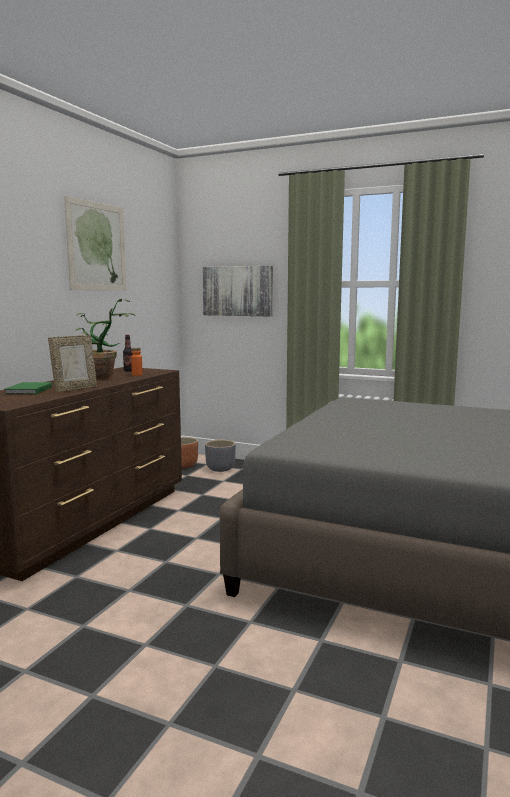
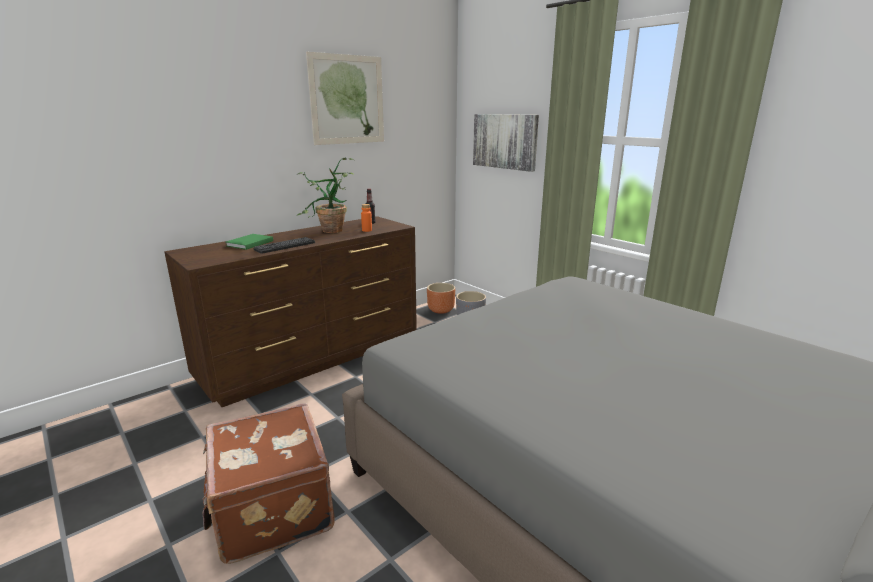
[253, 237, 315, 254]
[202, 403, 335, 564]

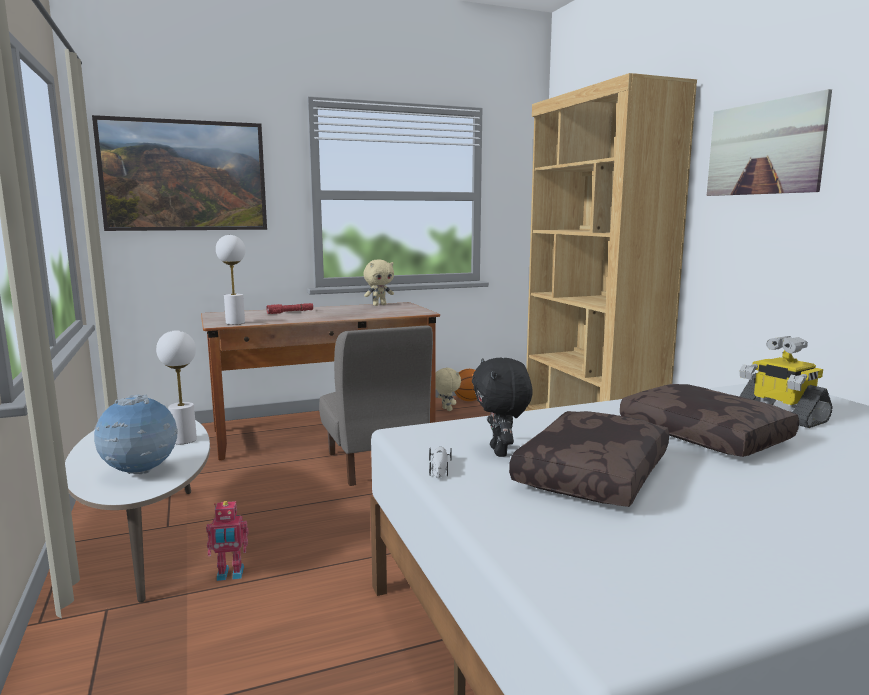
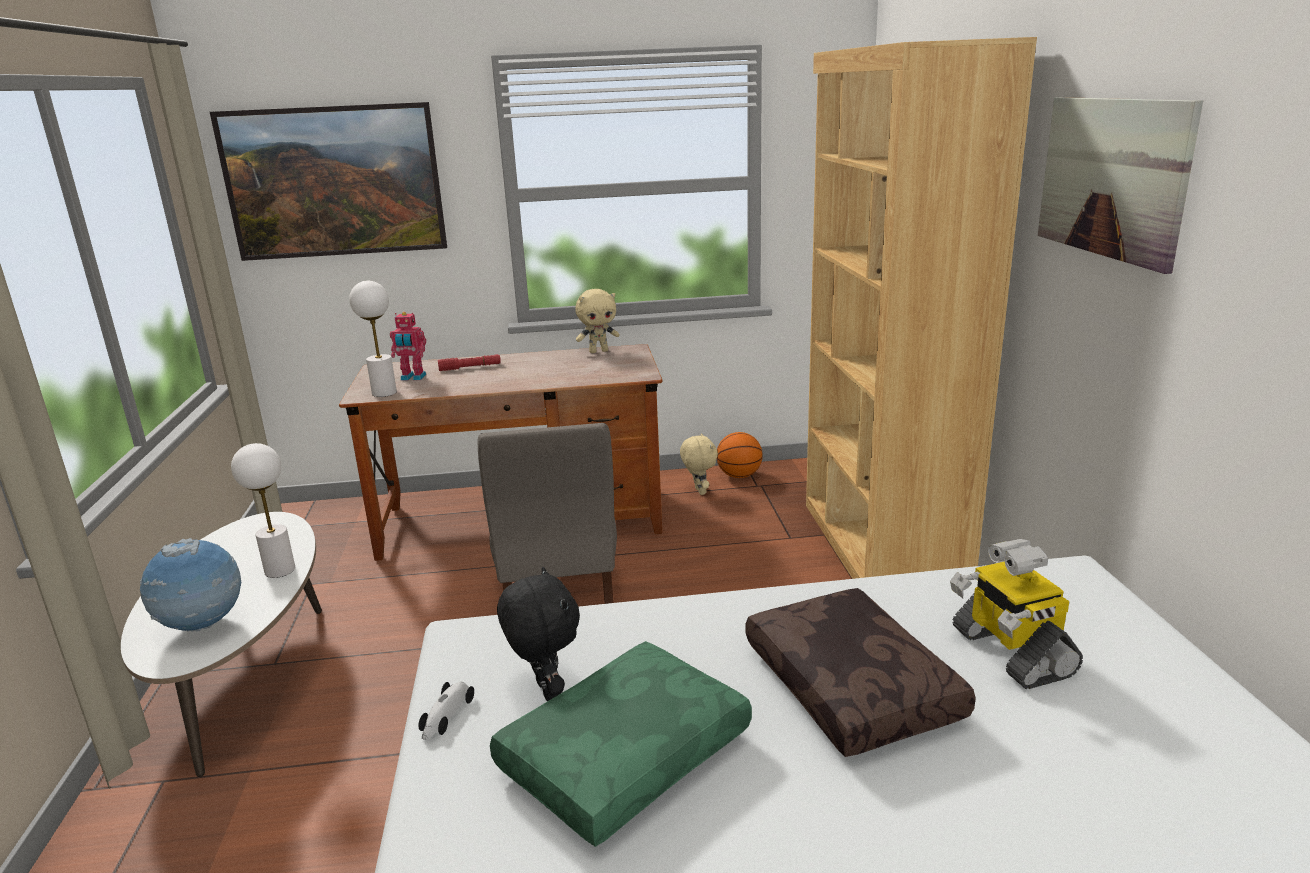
[390, 312, 426, 381]
[497, 567, 580, 701]
[490, 641, 752, 847]

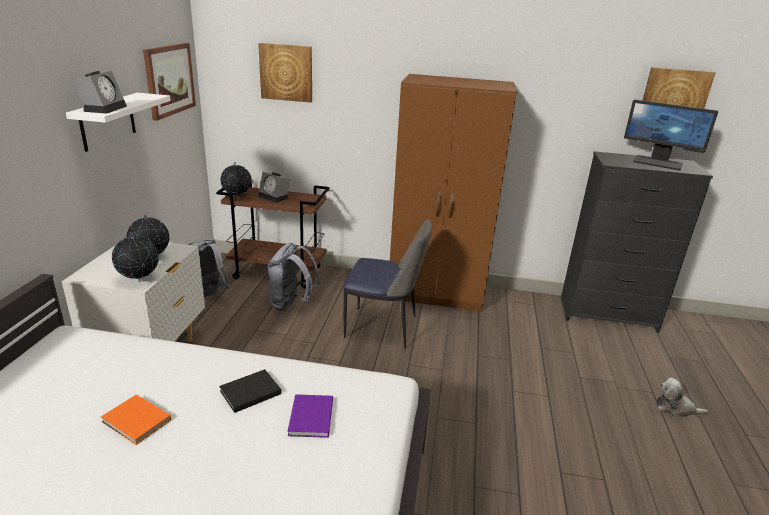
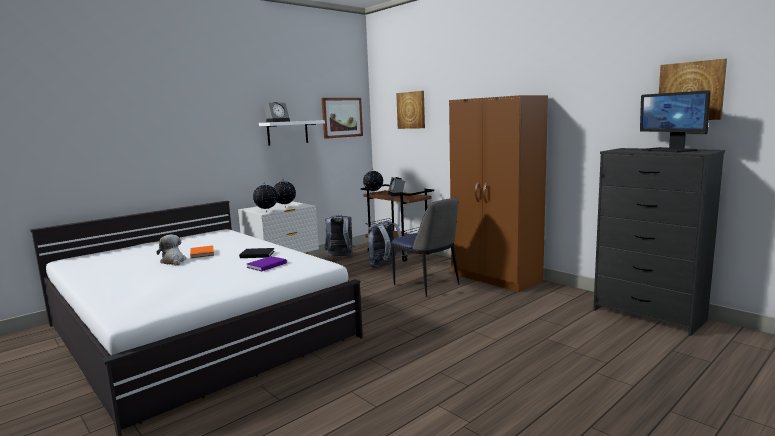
[157, 234, 187, 266]

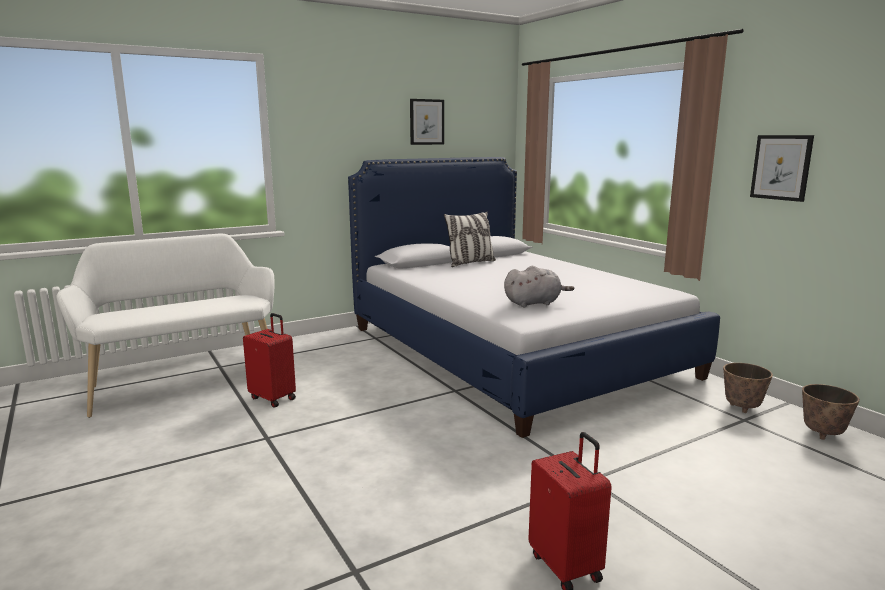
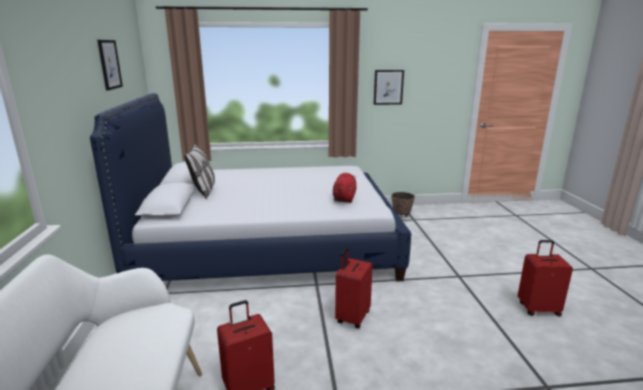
[333, 173, 356, 203]
[802, 384, 860, 440] (first image)
[335, 247, 373, 328]

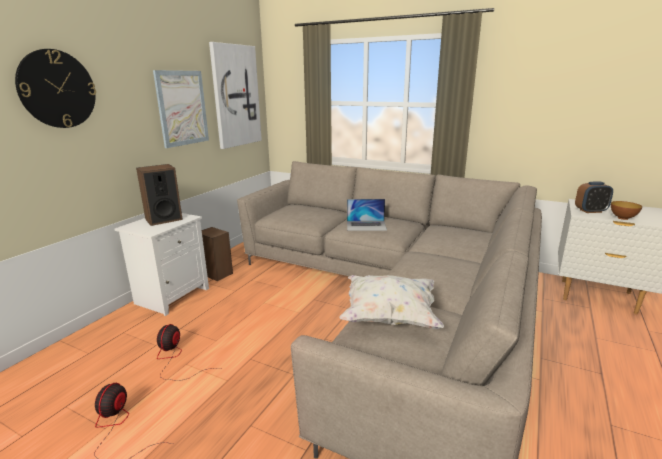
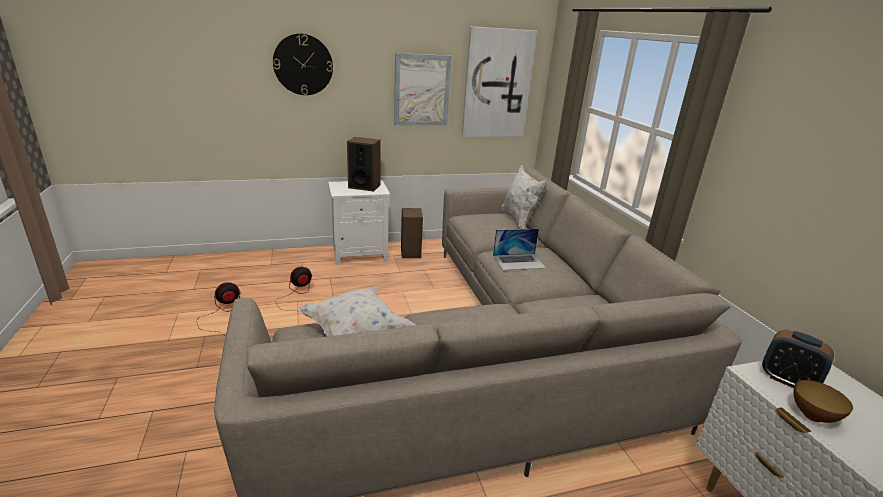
[493, 229, 546, 270]
[500, 165, 548, 229]

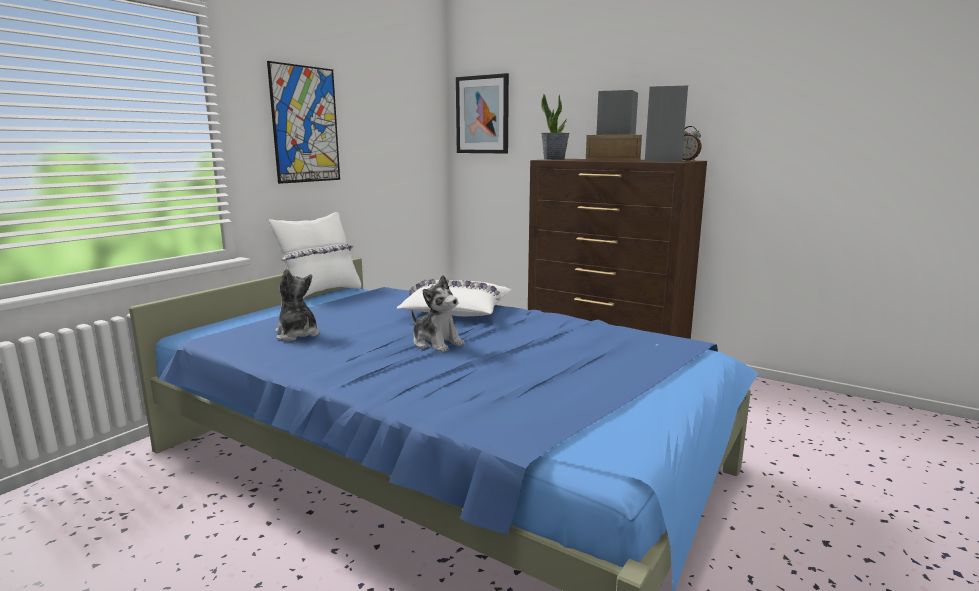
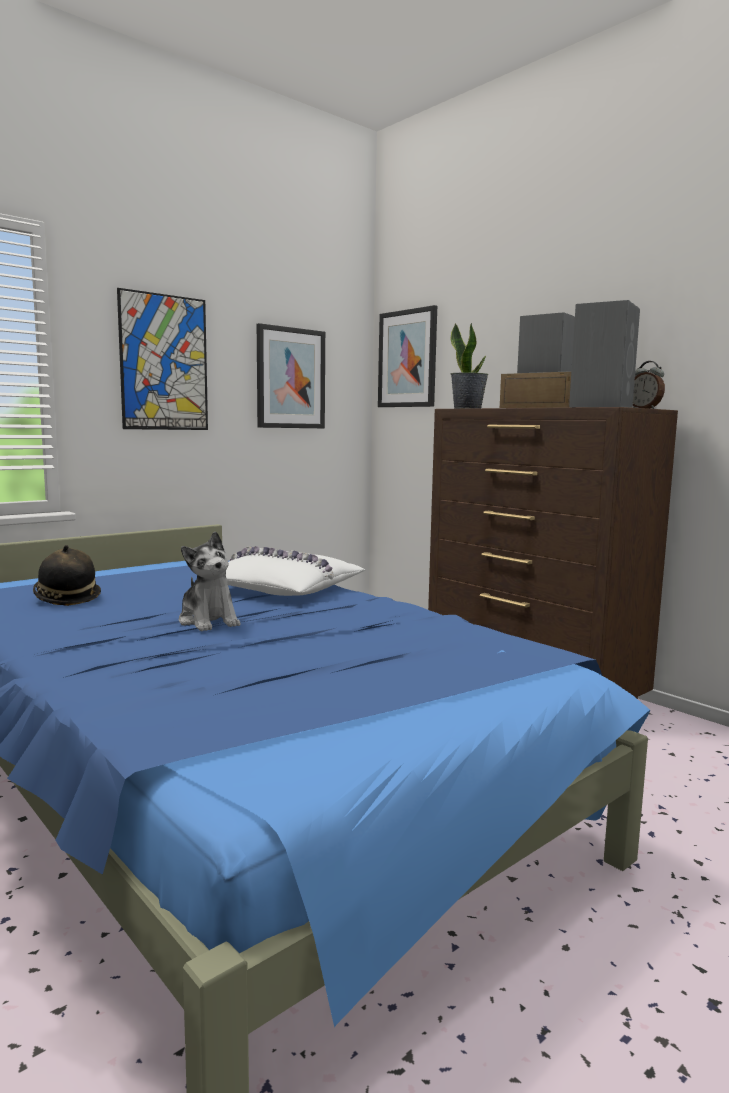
[269, 212, 361, 298] (first image)
[33, 545, 101, 606]
[257, 323, 325, 428]

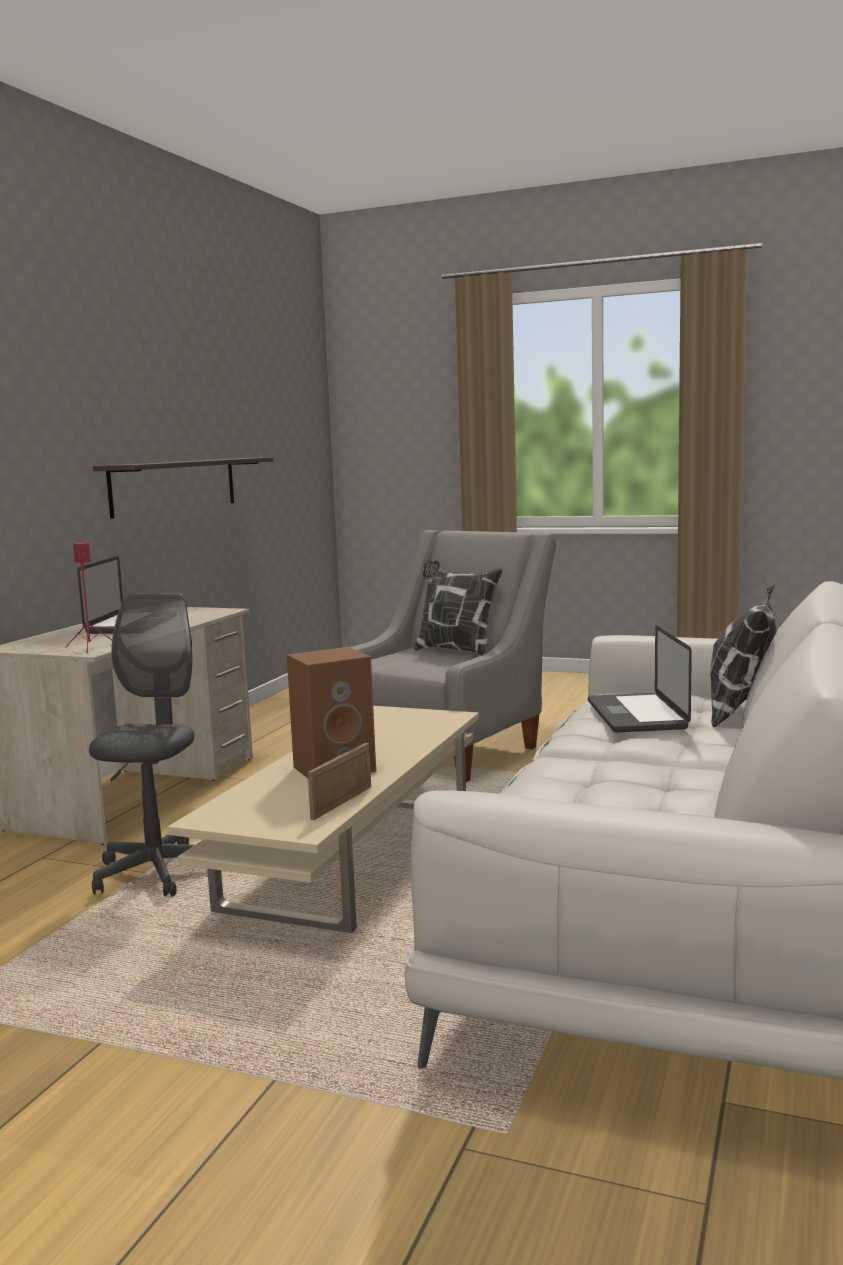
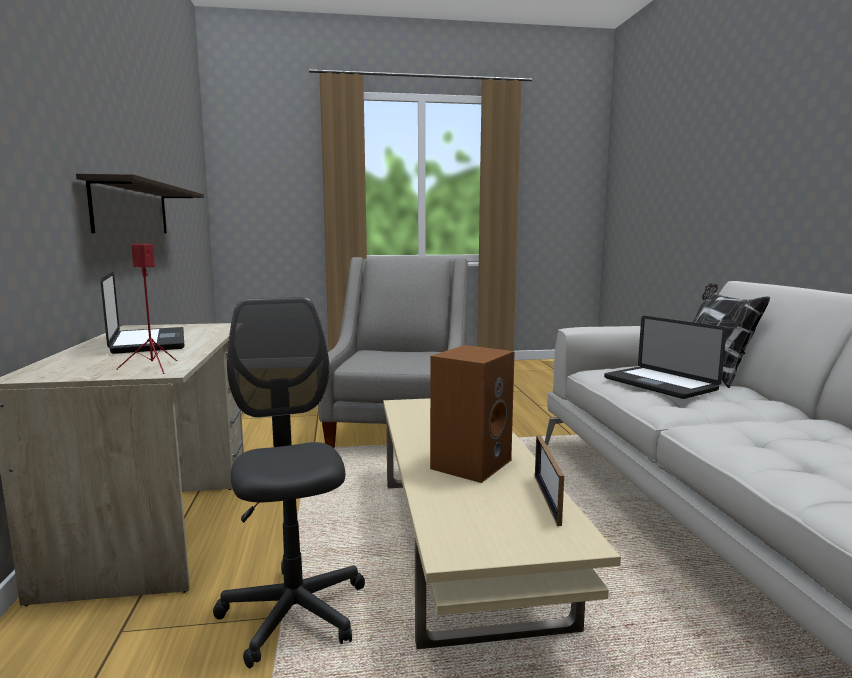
[414, 560, 503, 656] (first image)

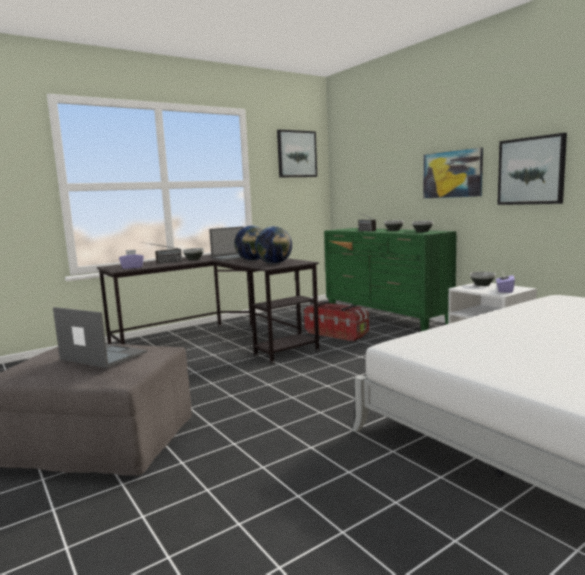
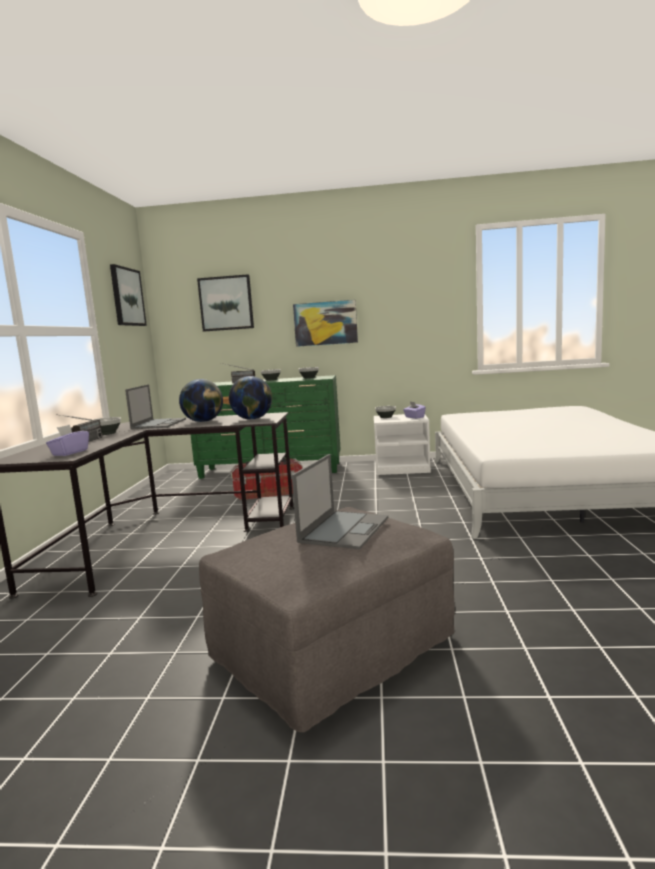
[292, 454, 388, 550]
[197, 274, 254, 332]

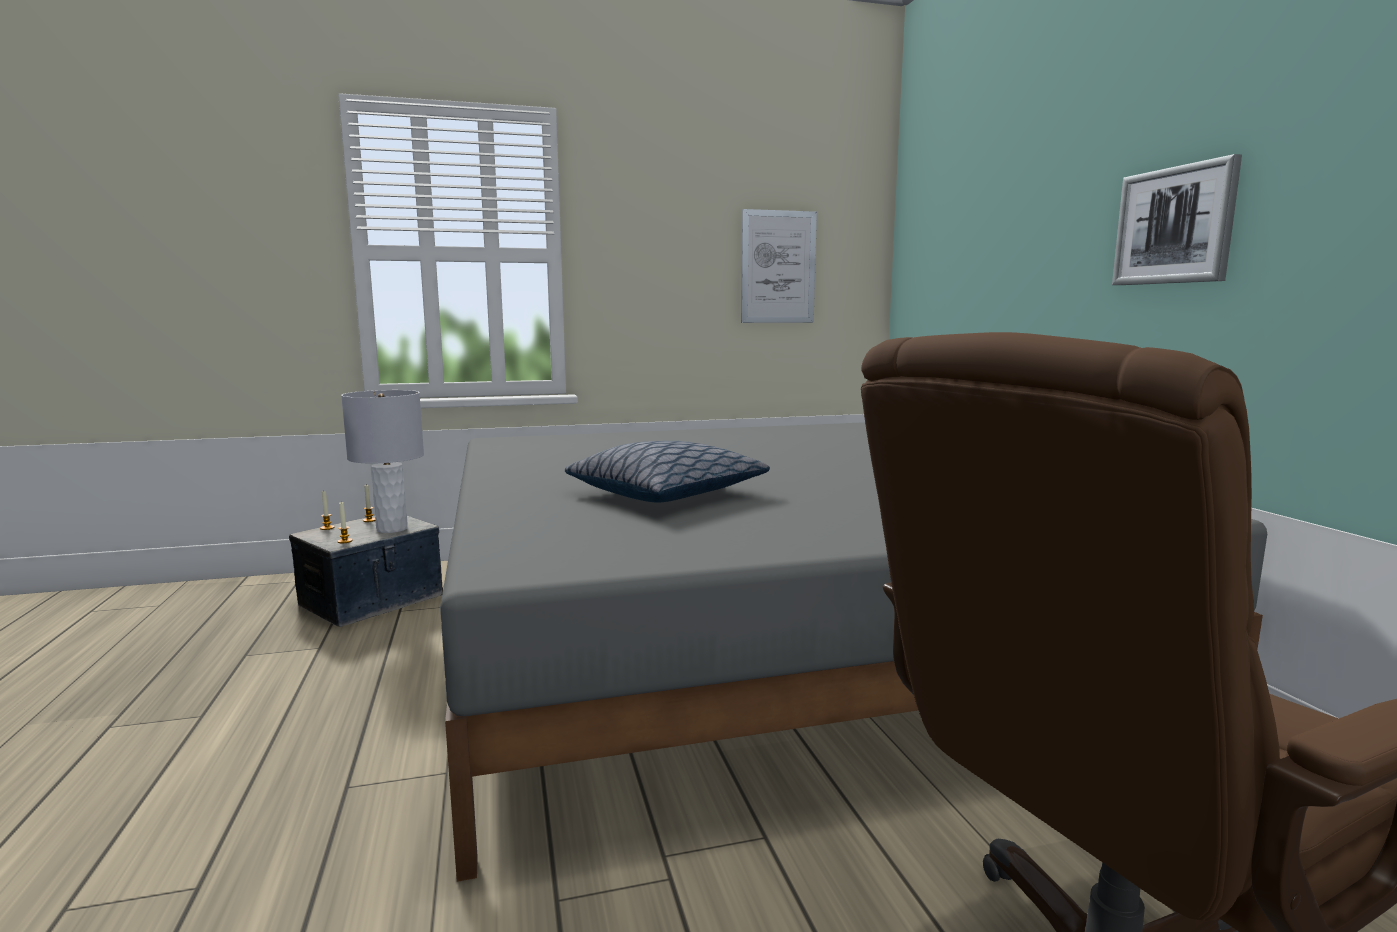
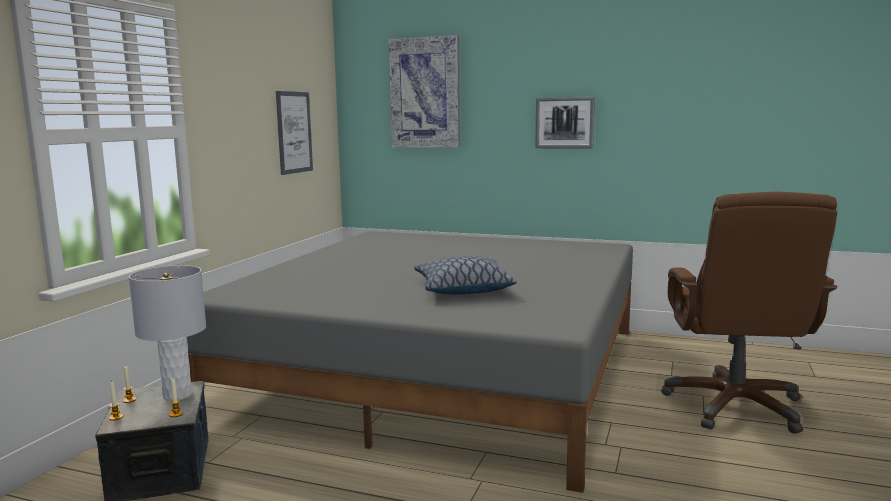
[388, 35, 460, 148]

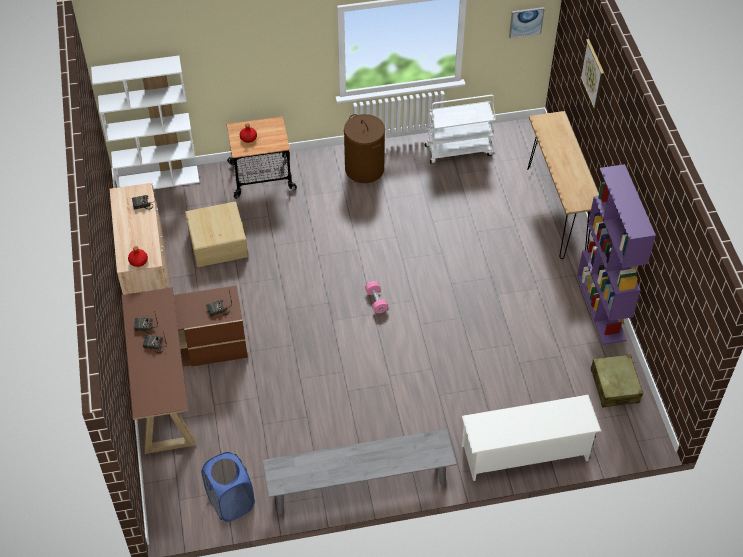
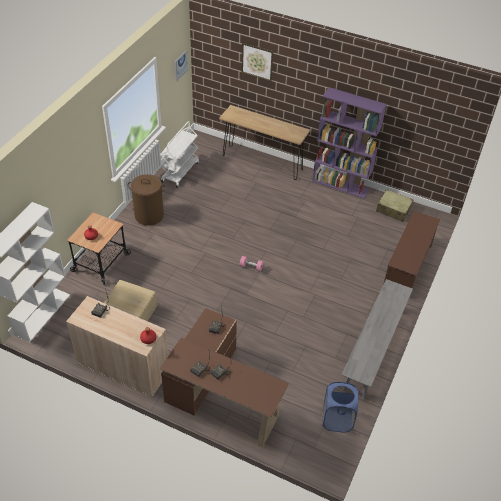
[383, 211, 440, 288]

